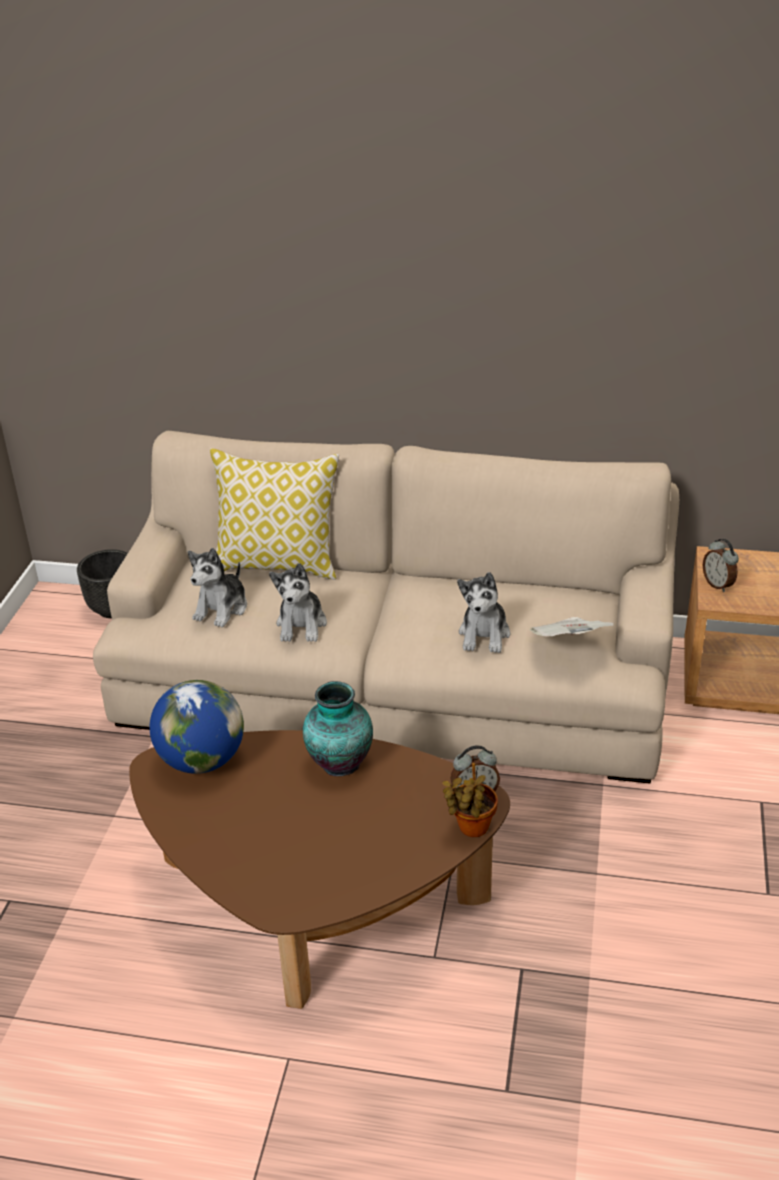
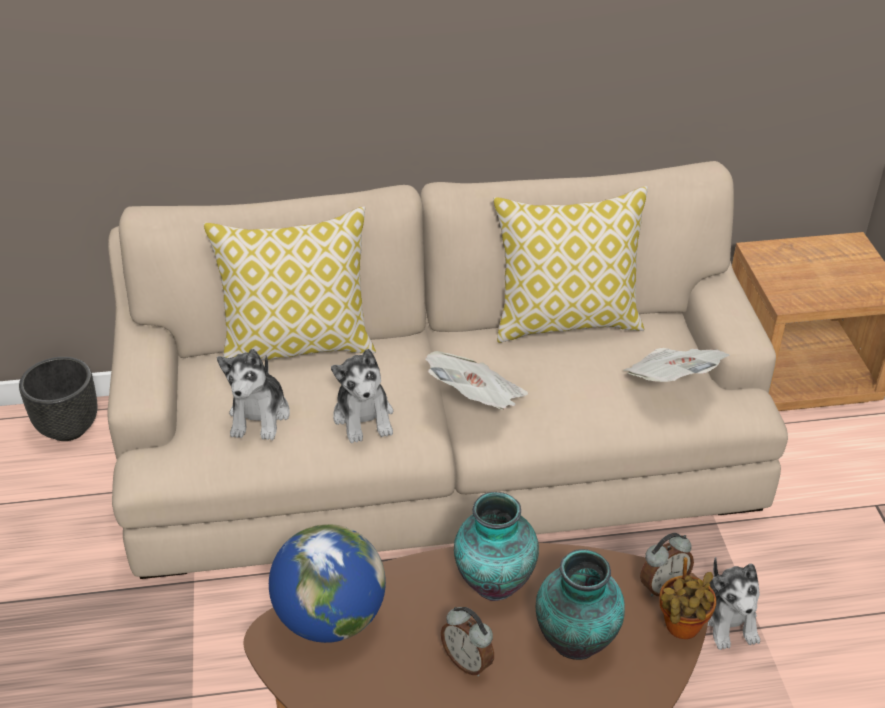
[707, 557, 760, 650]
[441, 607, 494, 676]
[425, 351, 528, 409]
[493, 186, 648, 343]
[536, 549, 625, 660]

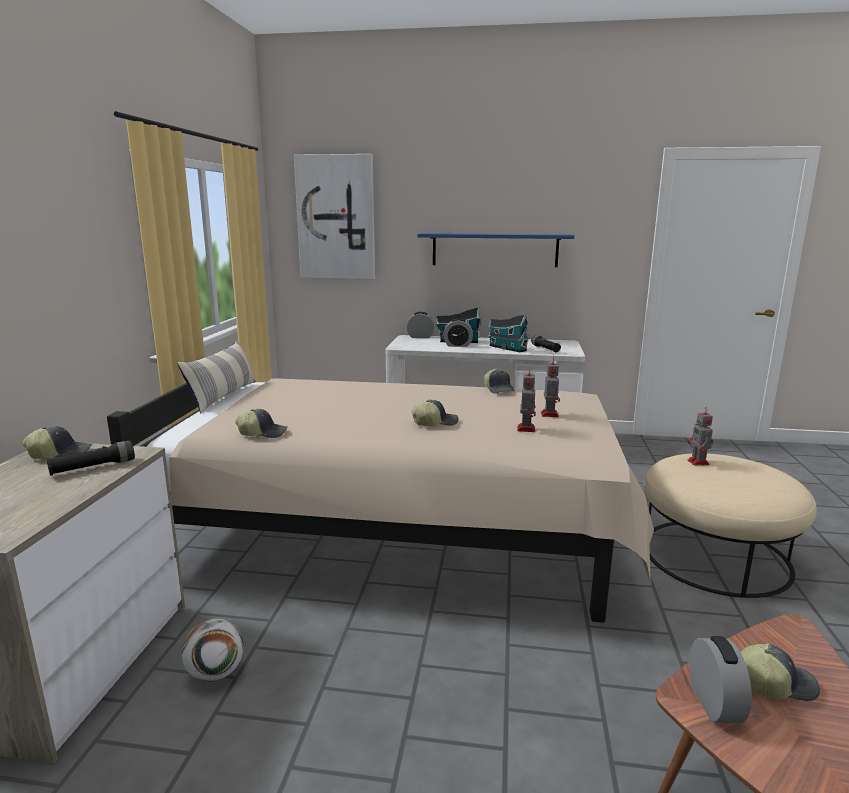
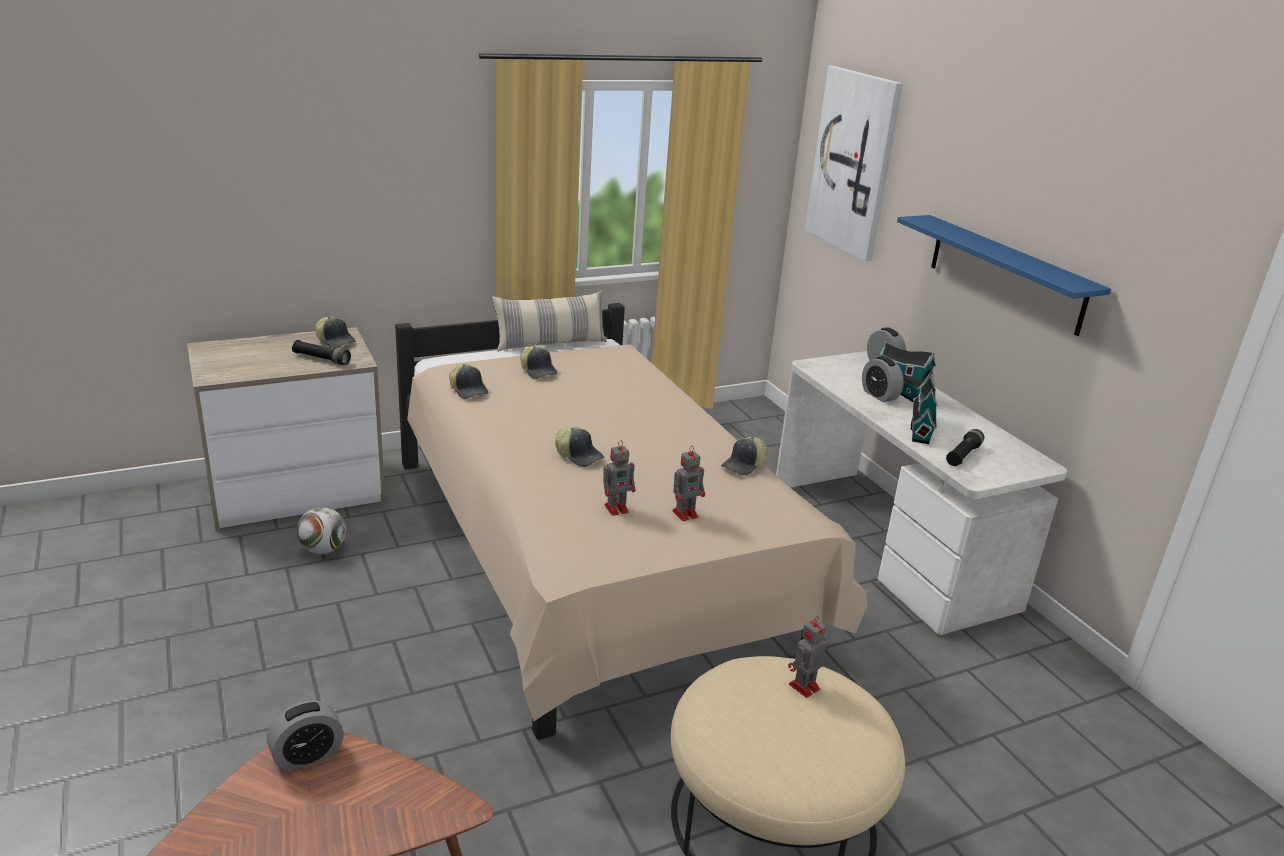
[520, 346, 557, 379]

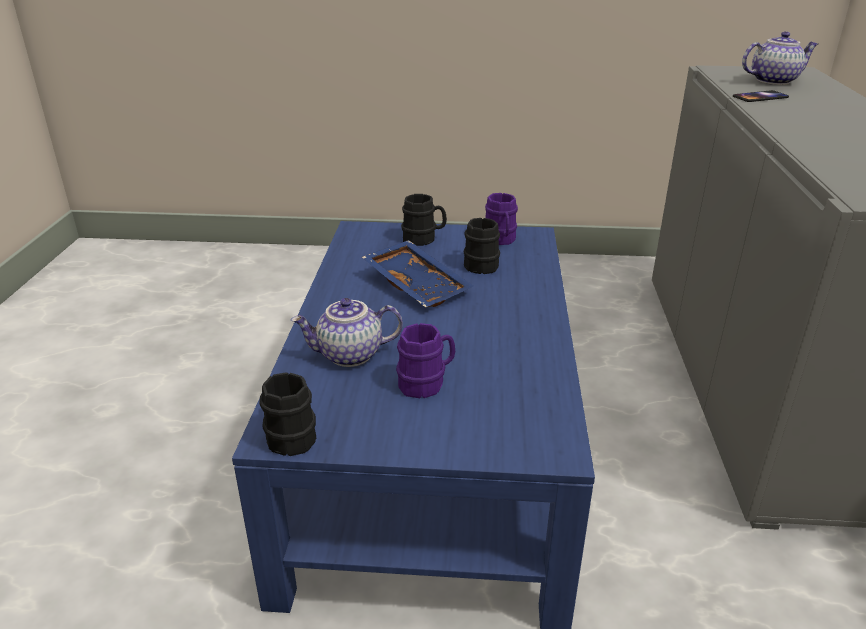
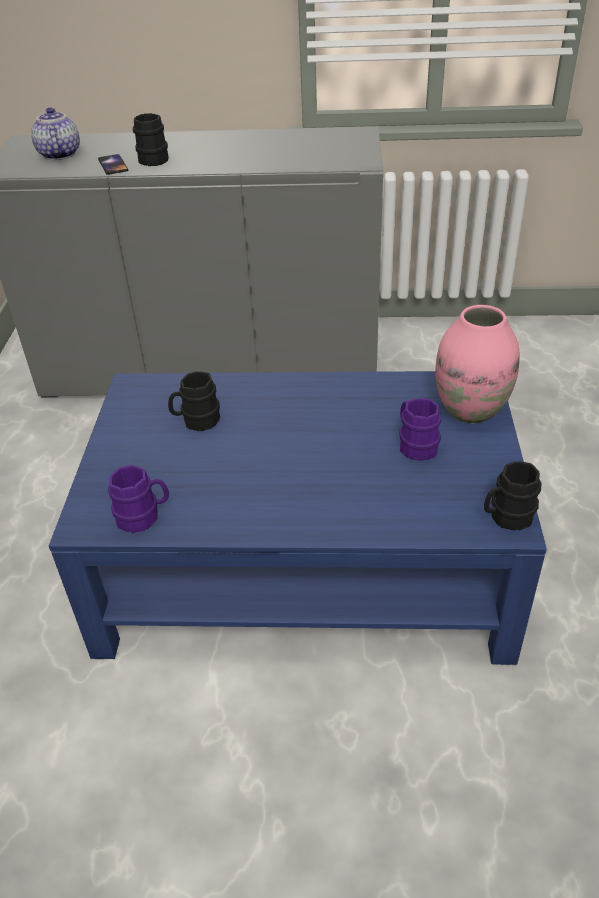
[291, 298, 403, 367] (first image)
[362, 240, 473, 308] (first image)
[133, 113, 169, 166]
[108, 465, 169, 533]
[435, 305, 519, 423]

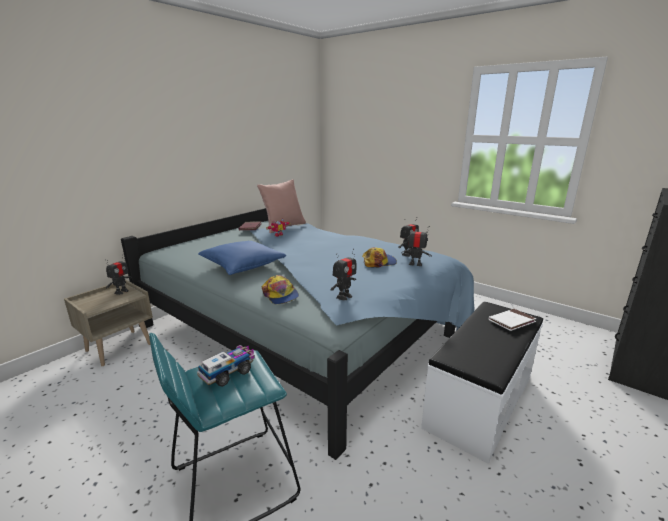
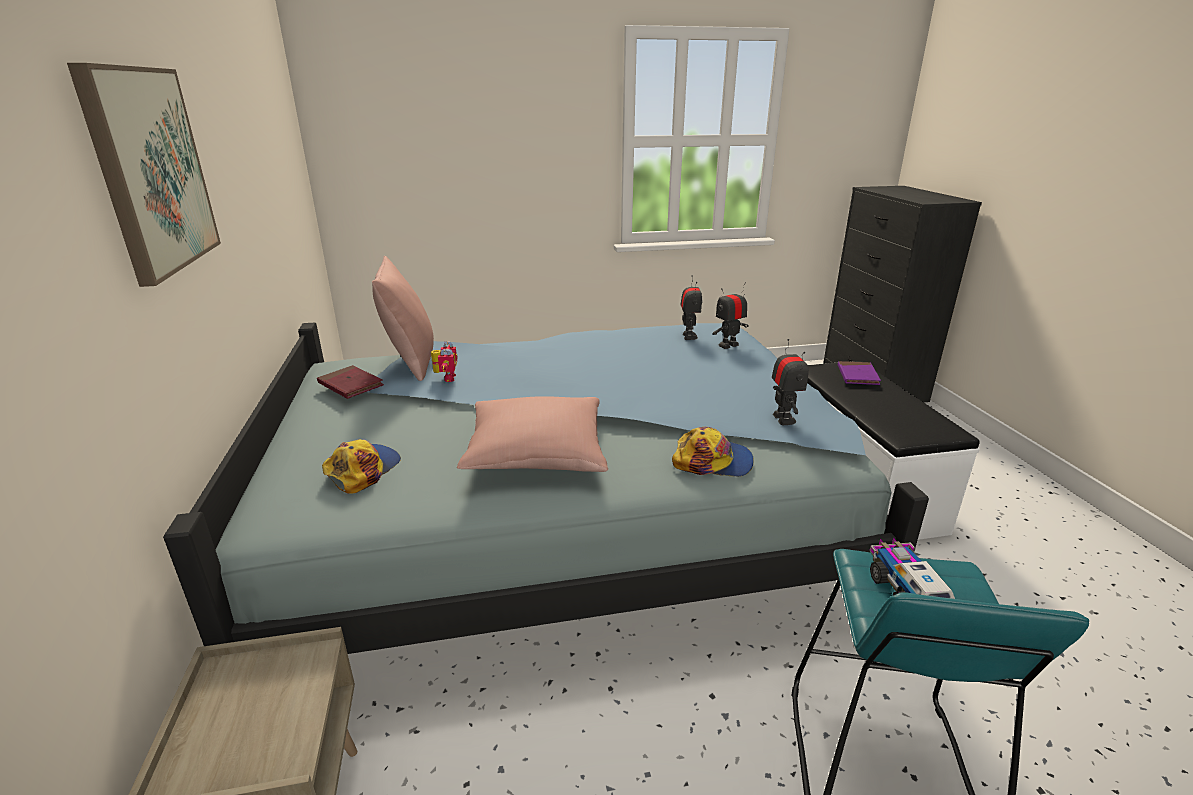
[105, 256, 132, 295] (first image)
[457, 396, 608, 472]
[322, 439, 401, 494]
[838, 361, 881, 385]
[67, 63, 221, 287]

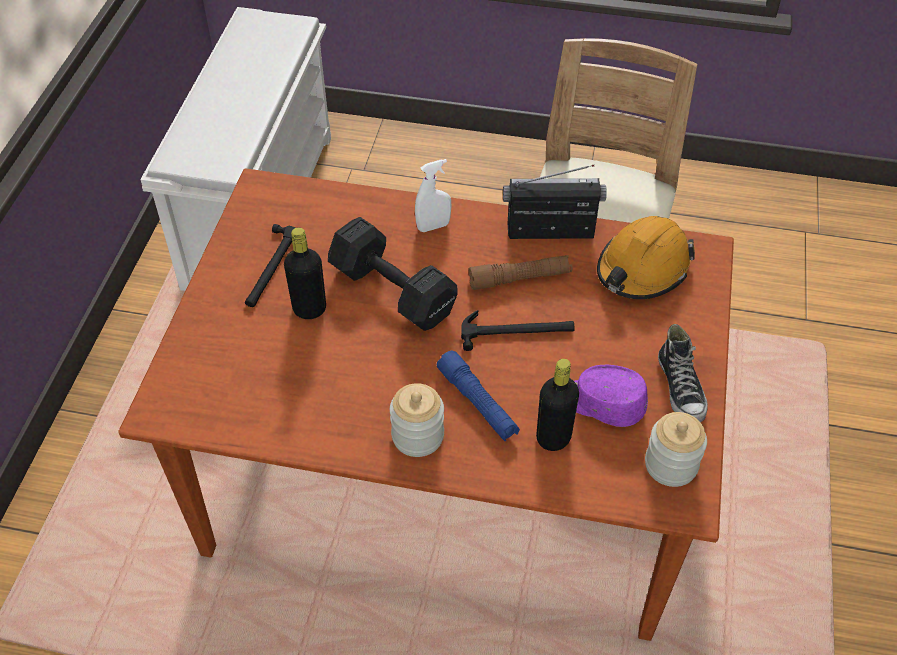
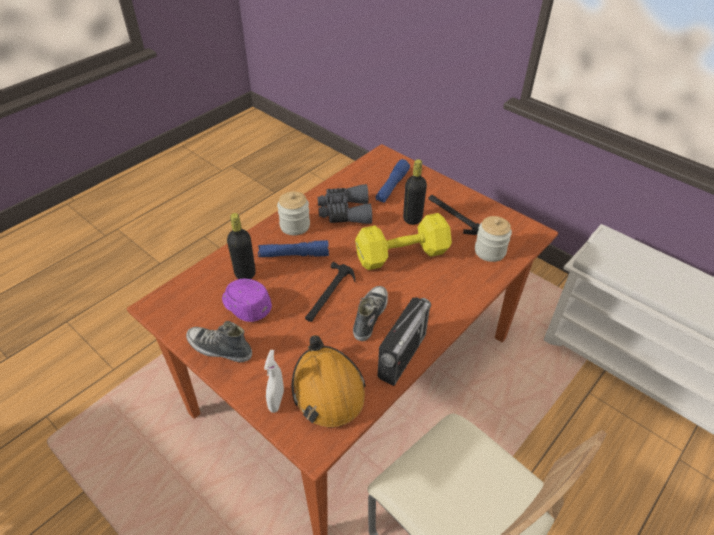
[355, 213, 452, 270]
[264, 350, 284, 413]
[353, 286, 388, 341]
[222, 279, 272, 322]
[475, 216, 512, 262]
[318, 184, 372, 224]
[375, 159, 410, 202]

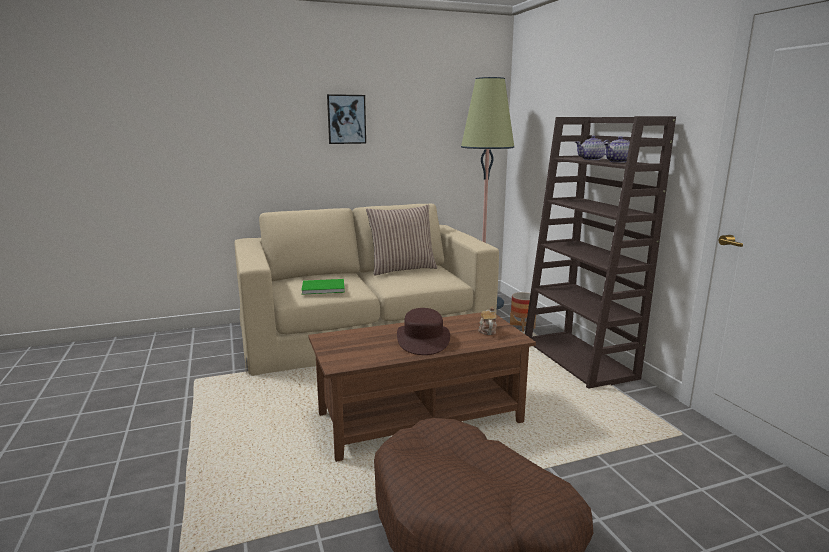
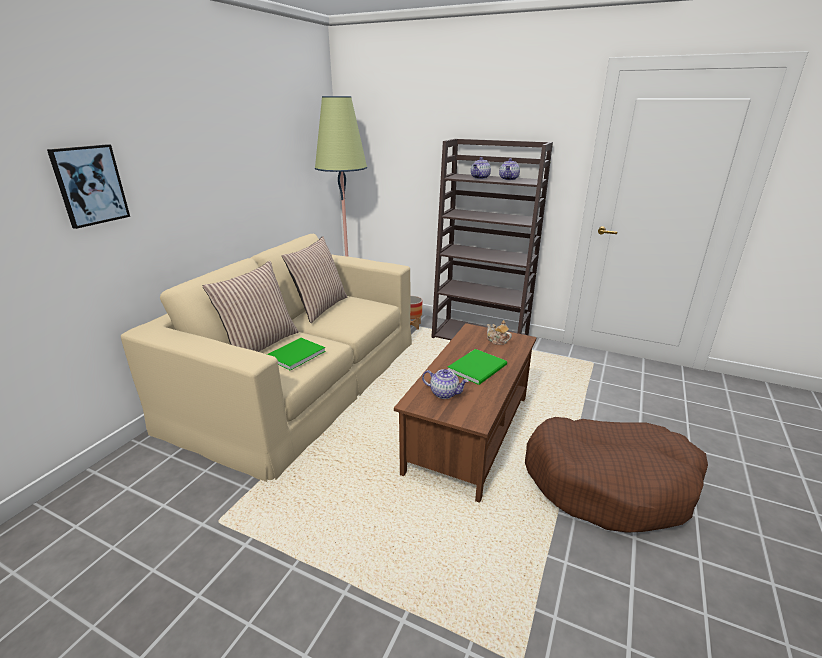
[47, 144, 130, 229]
[448, 349, 507, 385]
[202, 261, 299, 352]
[422, 369, 469, 399]

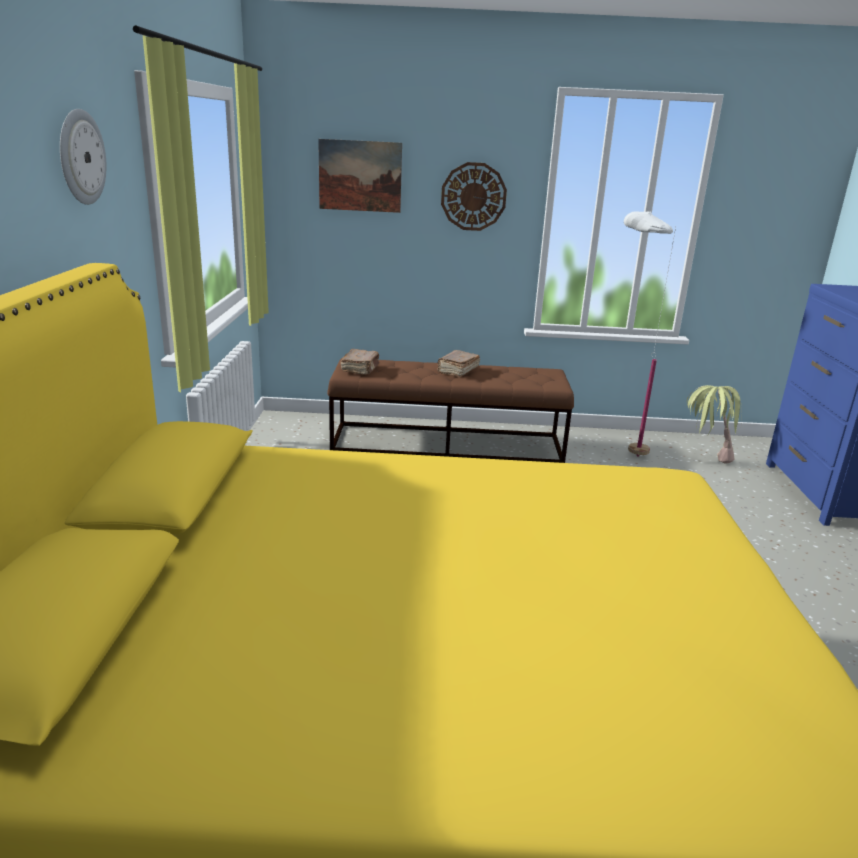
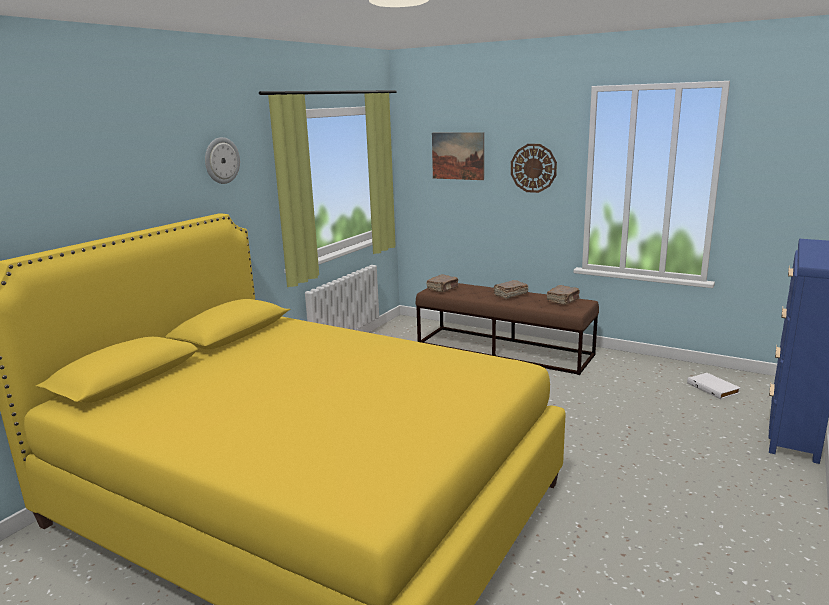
[624, 211, 676, 457] (first image)
[687, 373, 740, 399]
[547, 285, 580, 305]

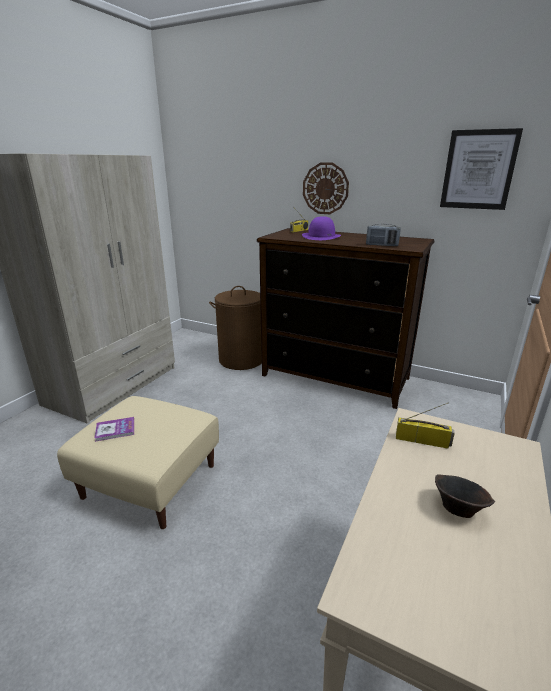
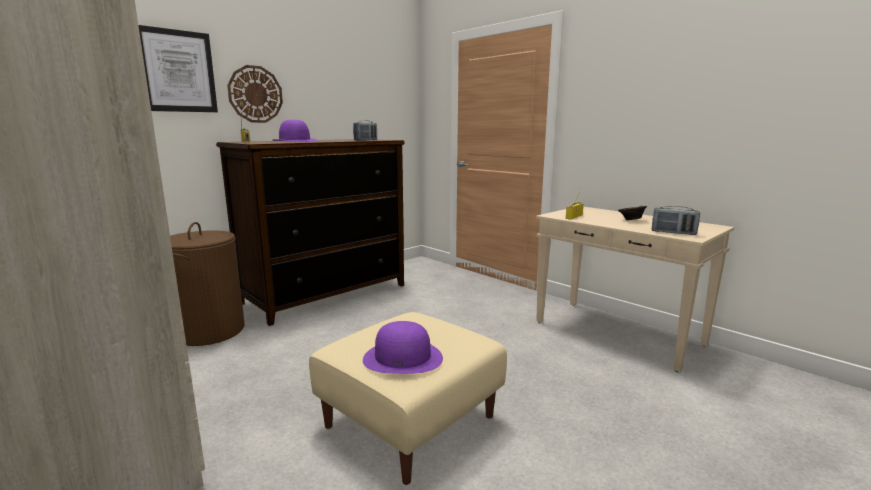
[363, 321, 443, 374]
[138, 25, 218, 112]
[652, 206, 700, 235]

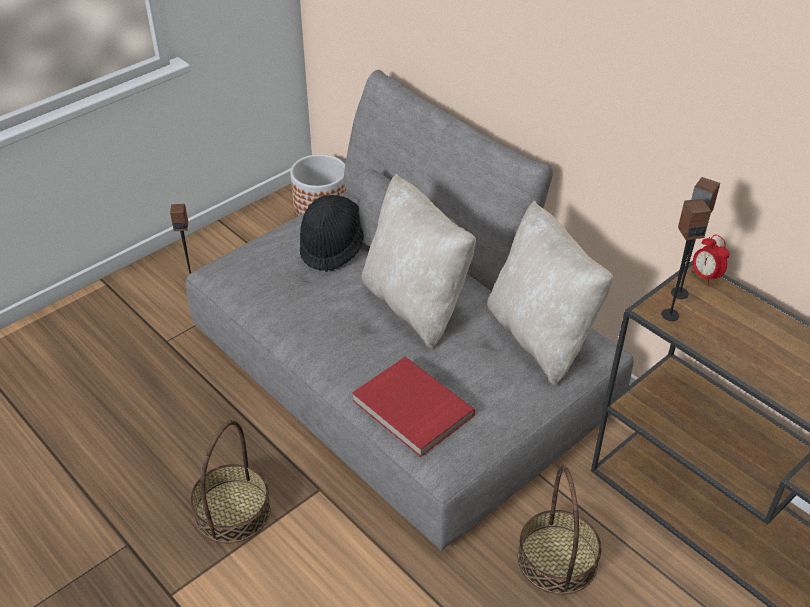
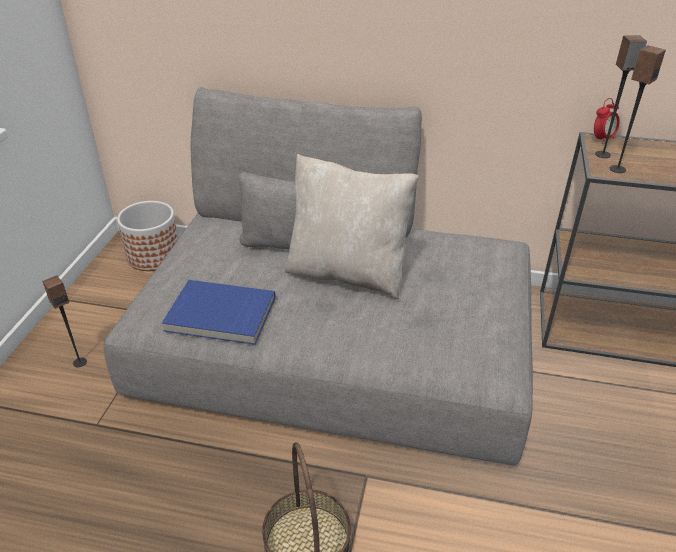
[300, 195, 364, 272] (first image)
[352, 357, 475, 457] (first image)
[487, 201, 613, 386] (first image)
[518, 465, 601, 595] (first image)
[594, 98, 620, 144]
[162, 280, 275, 345]

